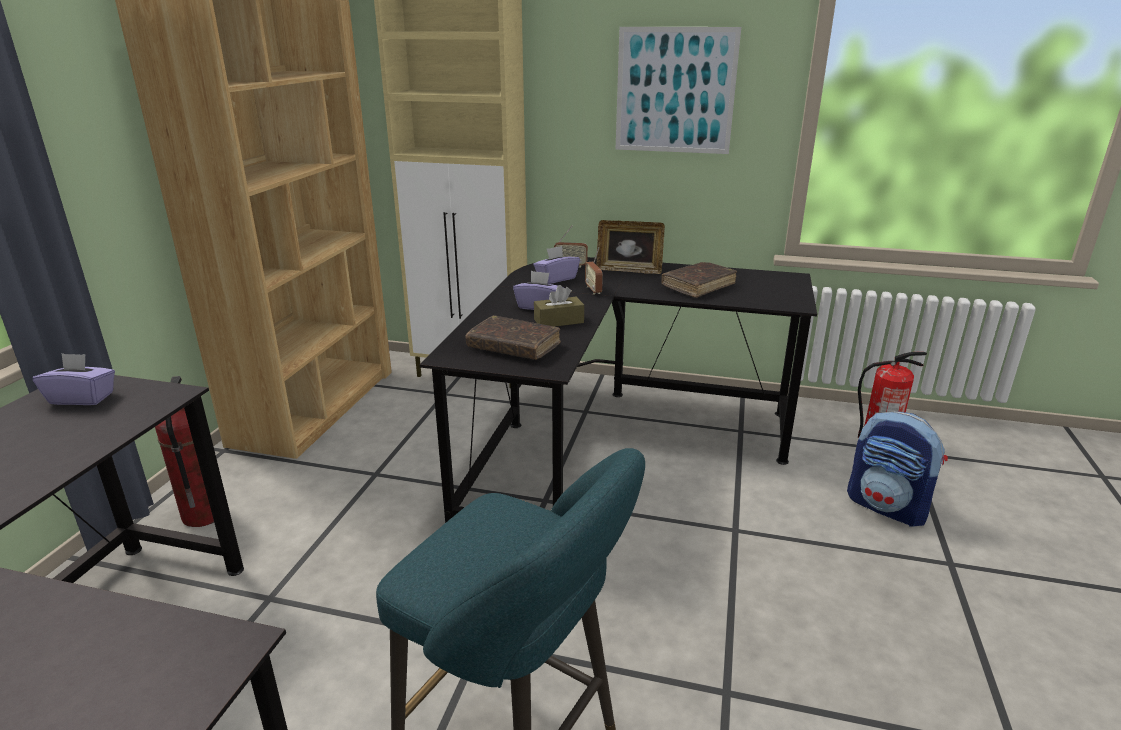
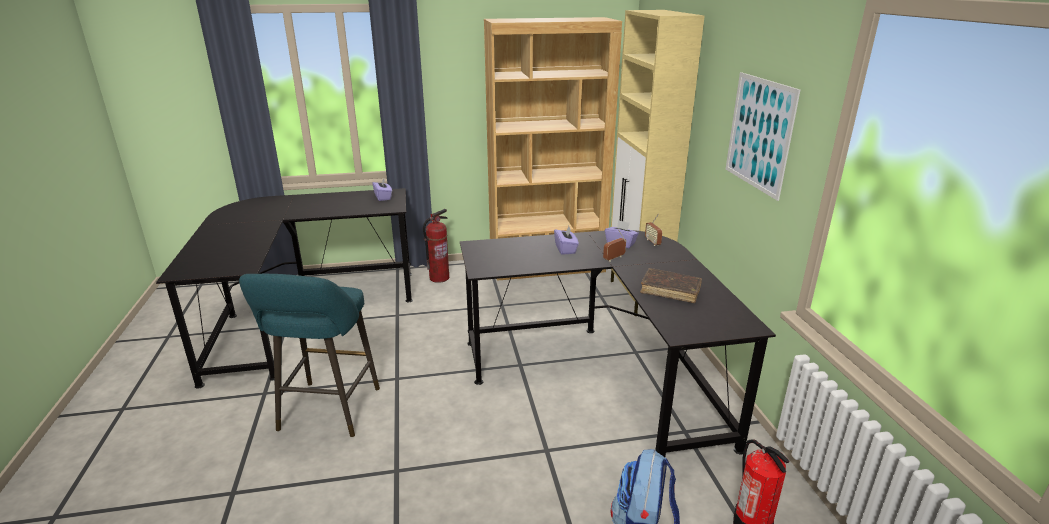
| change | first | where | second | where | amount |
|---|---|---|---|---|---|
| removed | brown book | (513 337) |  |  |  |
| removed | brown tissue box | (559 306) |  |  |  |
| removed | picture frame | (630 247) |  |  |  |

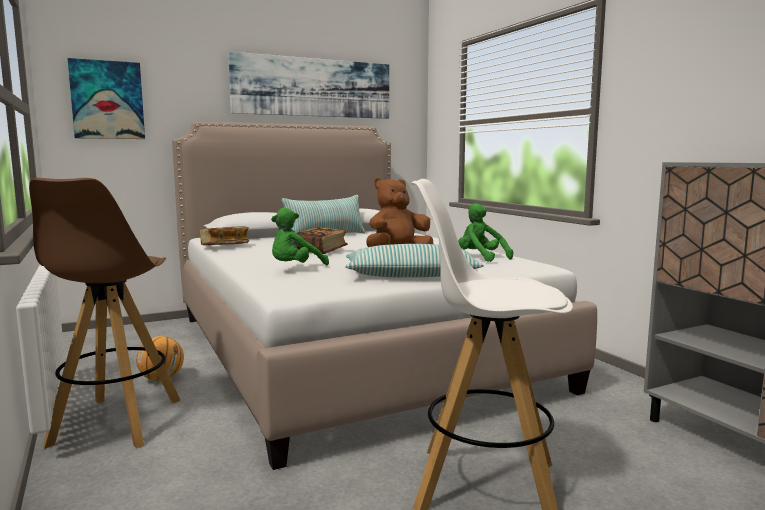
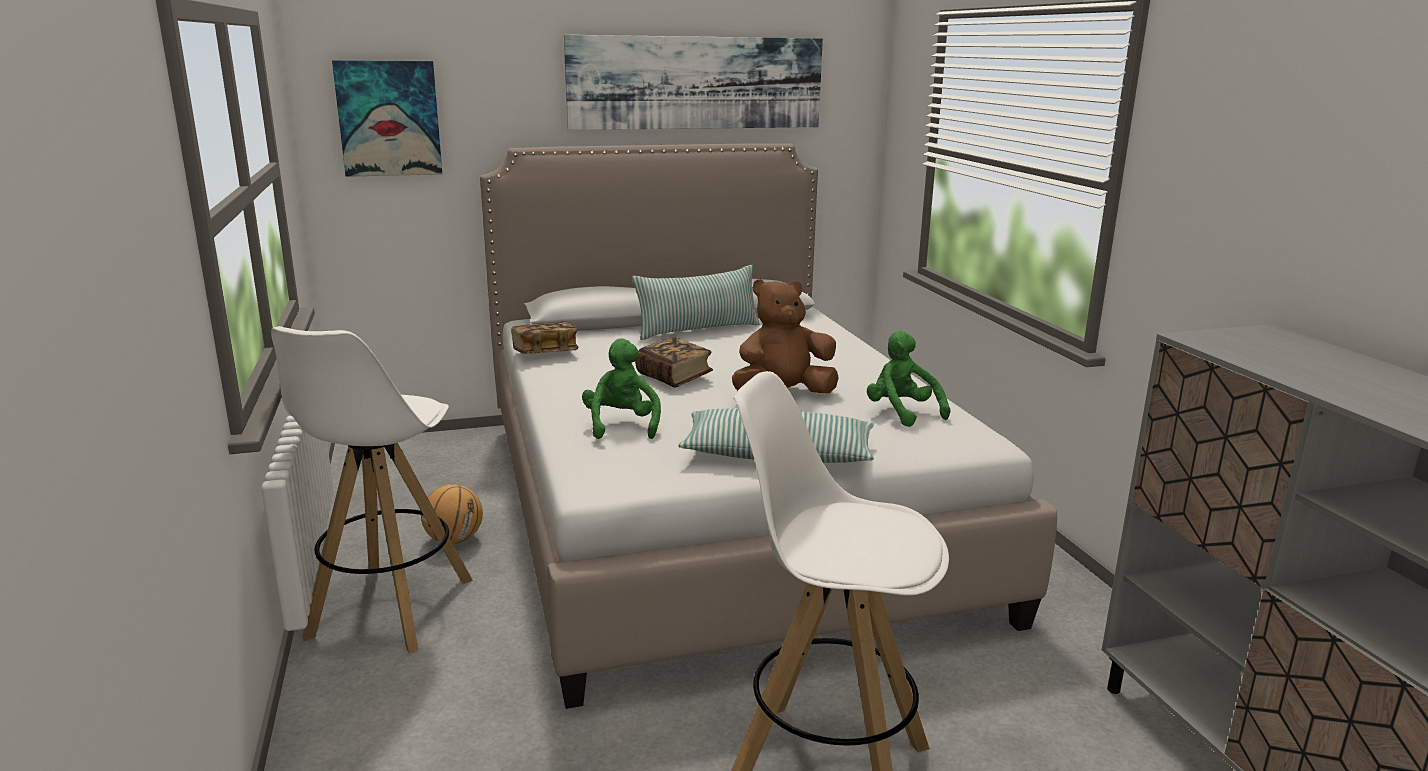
| change | first | where | second | where | amount |
|---|---|---|---|---|---|
| recoloured | brown stool | (105 313) | white stool | (372 490) |  |
| turned | green plush toy | (300 236) |  | (621 389) | 120 degrees clockwise |

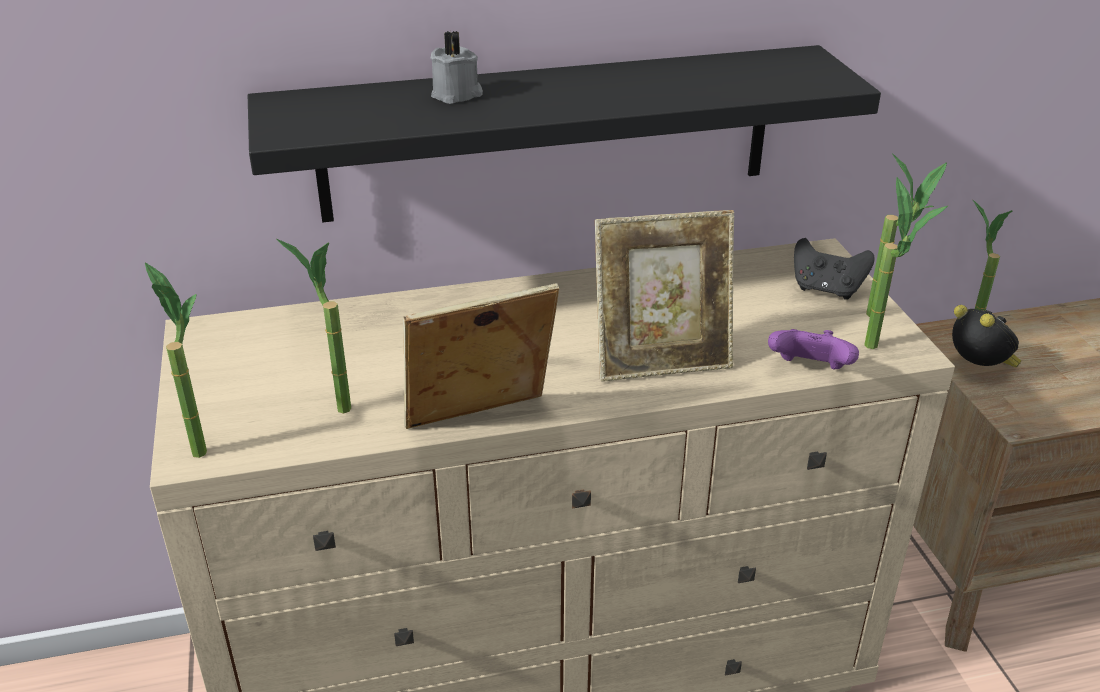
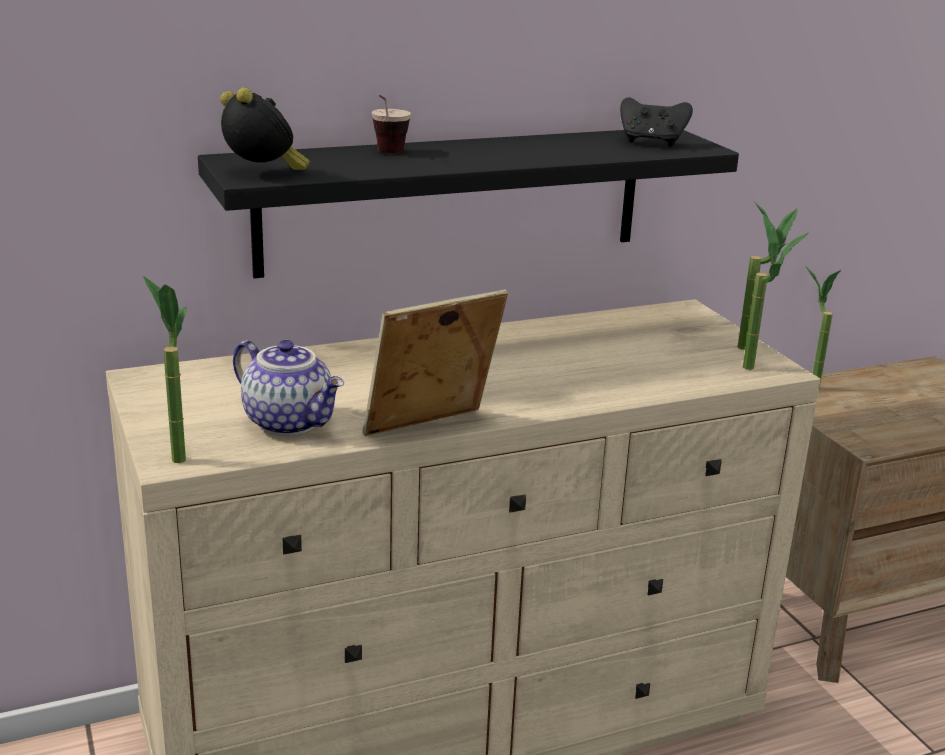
| change | first | where | second | where | amount |
|---|---|---|---|---|---|
| moved | alarm clock | (986 336) |  | (265 128) |  |
| replaced | potted plant | (313 326) | teapot | (288 388) |  |
| replaced | grey candle | (457 67) | cup | (391 124) |  |
| moved | black game controller | (834 269) |  | (656 122) |  |
| removed | picture frame | (664 296) |  |  |  |
| removed | purple game controller | (813 349) |  |  |  |

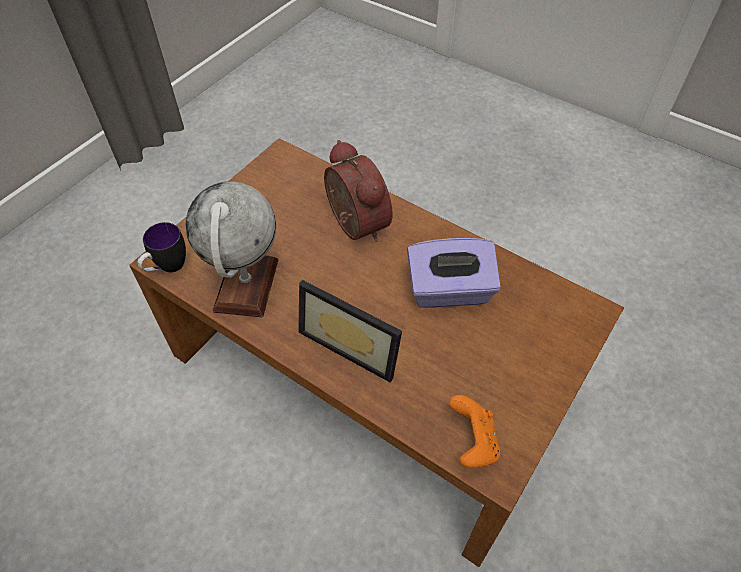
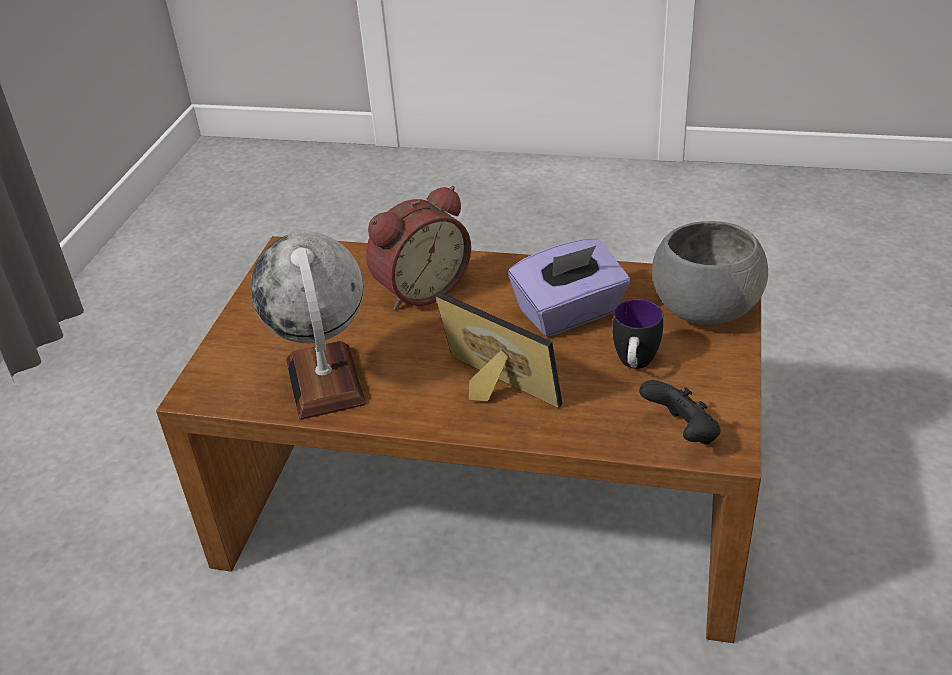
| change | first | where | second | where | amount |
|---|---|---|---|---|---|
| turned | alarm clock | (358 191) |  | (418 248) | 105 degrees clockwise |
| turned | picture frame | (350 331) |  | (498 350) | 150 degrees counterclockwise |
| moved | mug | (161 247) |  | (637 334) |  |
| recoloured | orange game controller | (474 431) | black game controller | (680 412) |  |
| added |  |  | grey bowl | (710 273) |  |

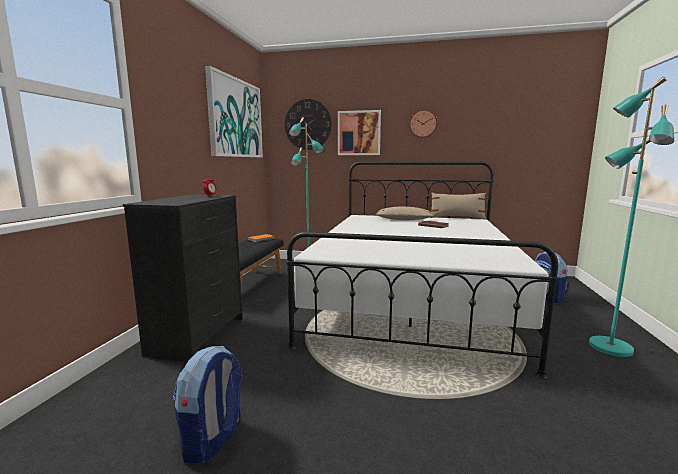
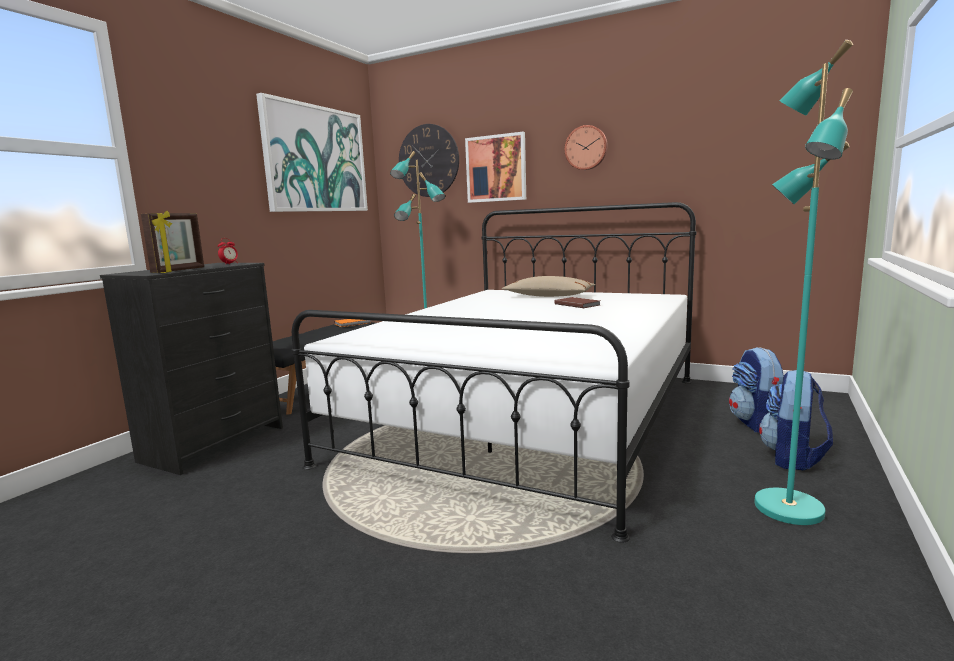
| change | first | where | second | where | amount |
|---|---|---|---|---|---|
| added |  |  | picture frame | (172 242) |  |
| moved | backpack | (207 404) |  | (796 420) |  |
| removed | beige pillow | (458 206) |  |  |  |

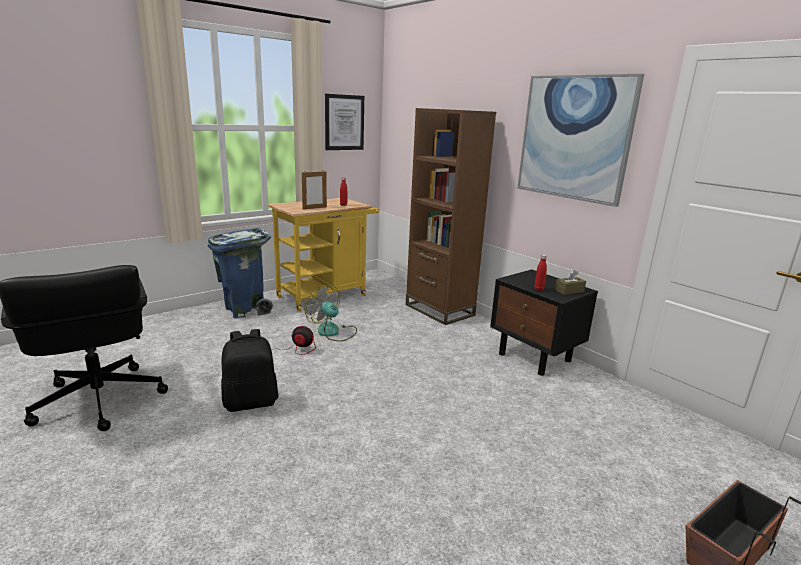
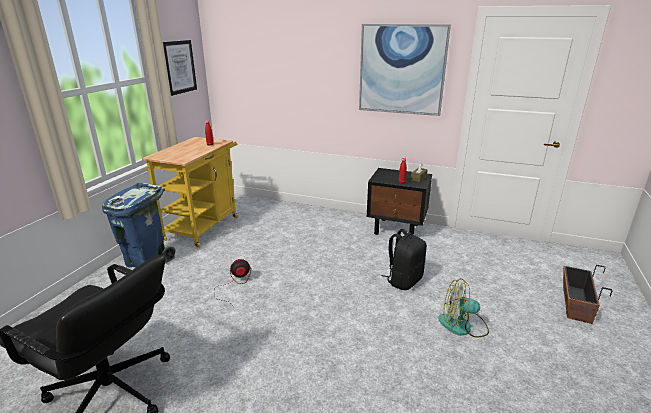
| change | first | where | second | where | amount |
|---|---|---|---|---|---|
| moved | black backpack | (250 370) |  | (404 259) |  |
| moved | fan | (330 313) |  | (464 308) |  |
| removed | picture frame | (314 190) |  |  |  |
| removed | brown bookcase | (451 216) |  |  |  |

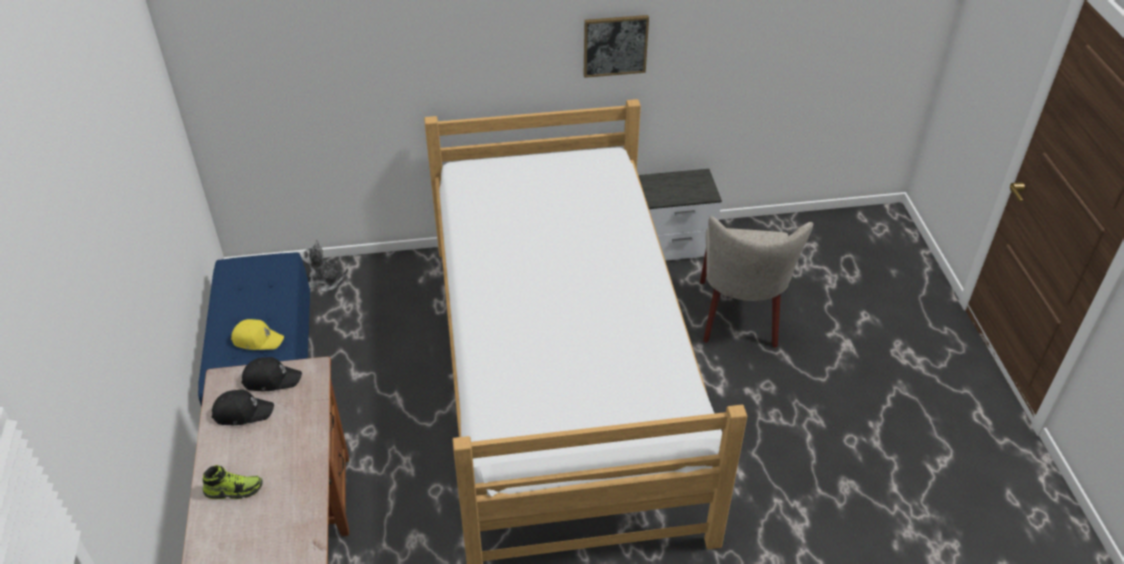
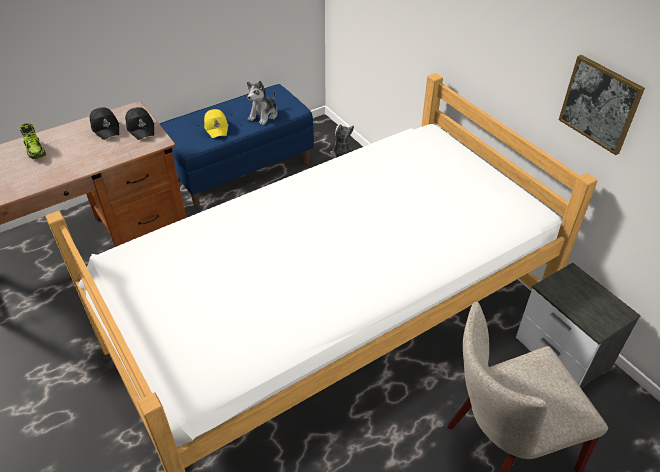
| change | first | where | second | where | amount |
|---|---|---|---|---|---|
| added |  |  | plush toy | (262 102) |  |

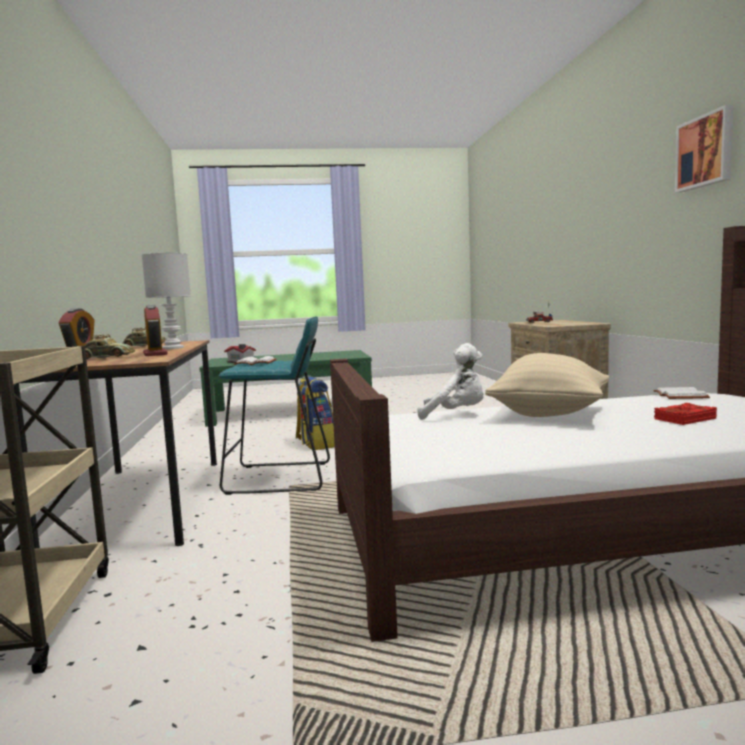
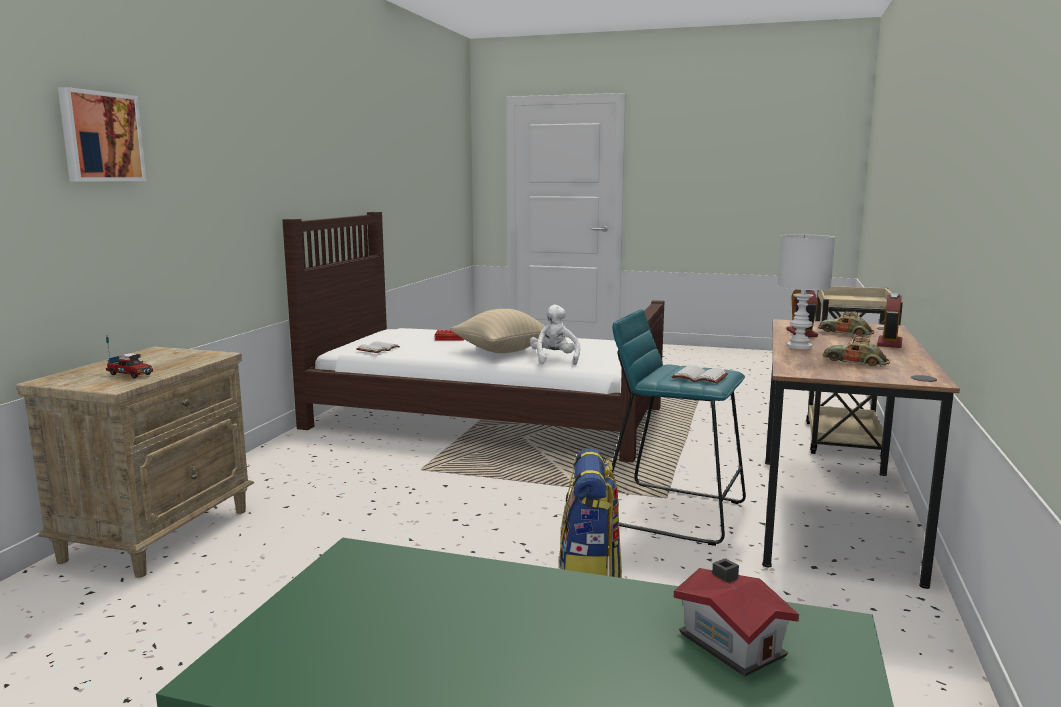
| change | first | where | second | where | amount |
|---|---|---|---|---|---|
| moved | picture | (704 149) |  | (102 134) |  |
| turned | white plush toy | (450 381) |  | (555 335) | 45 degrees clockwise |

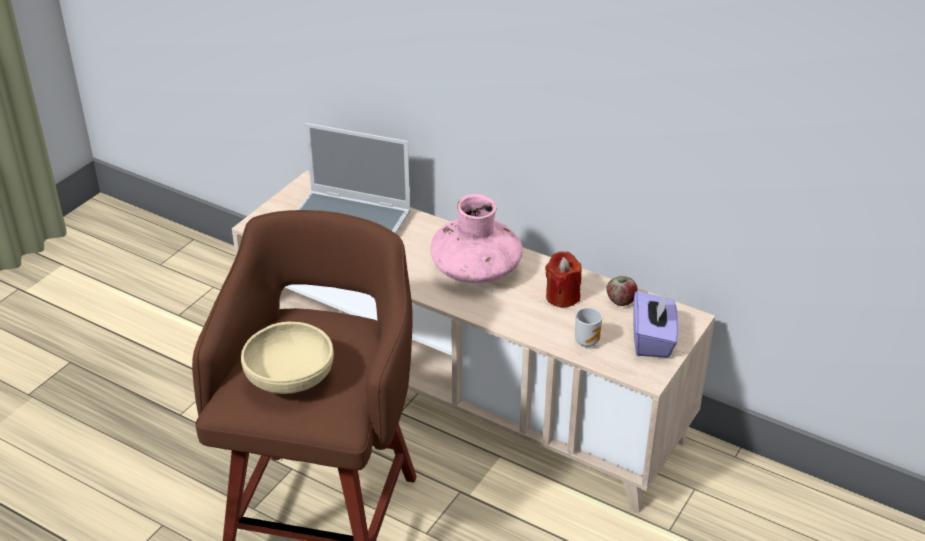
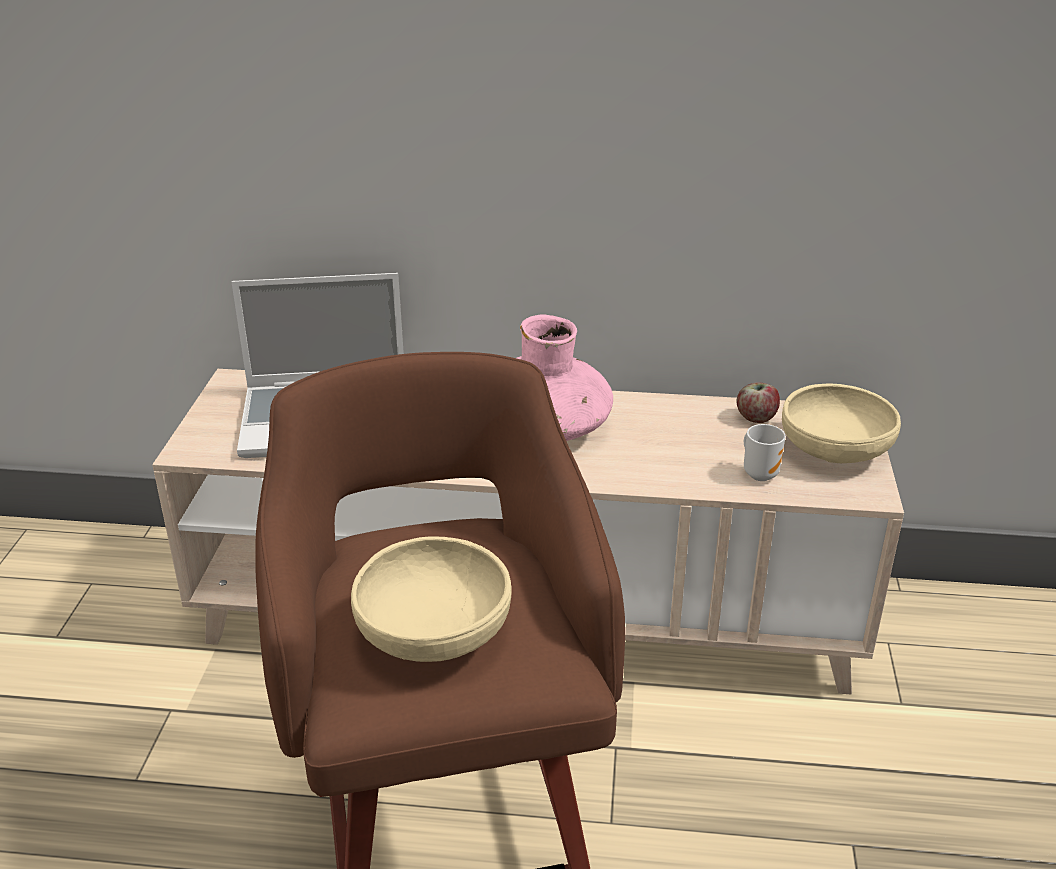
| change | first | where | second | where | amount |
|---|---|---|---|---|---|
| replaced | purple tissue box | (656 324) | beige bowl | (841 423) |  |
| removed | red candle | (563 279) |  |  |  |

